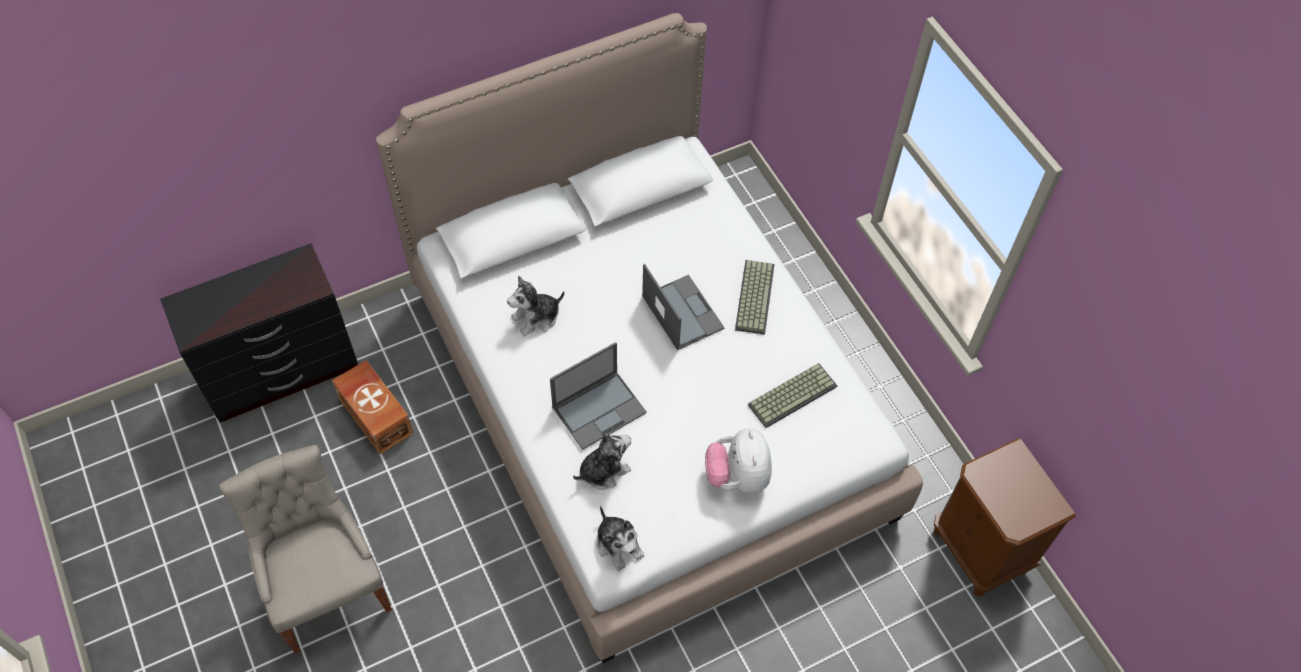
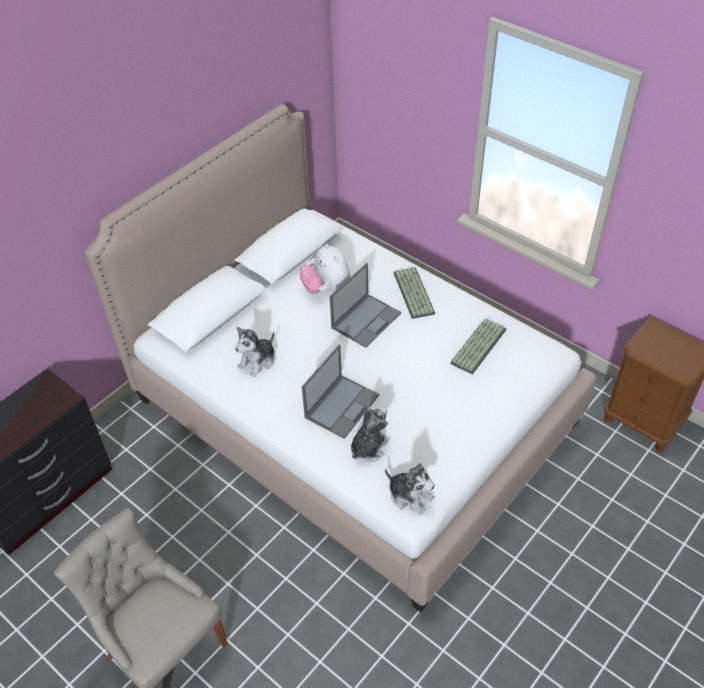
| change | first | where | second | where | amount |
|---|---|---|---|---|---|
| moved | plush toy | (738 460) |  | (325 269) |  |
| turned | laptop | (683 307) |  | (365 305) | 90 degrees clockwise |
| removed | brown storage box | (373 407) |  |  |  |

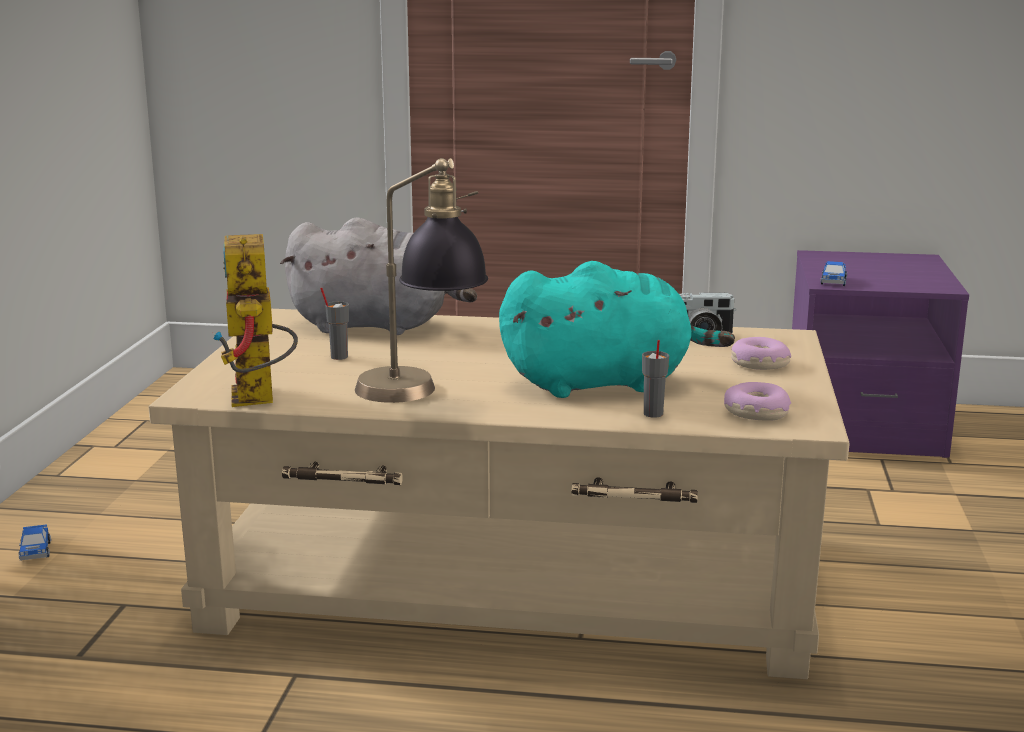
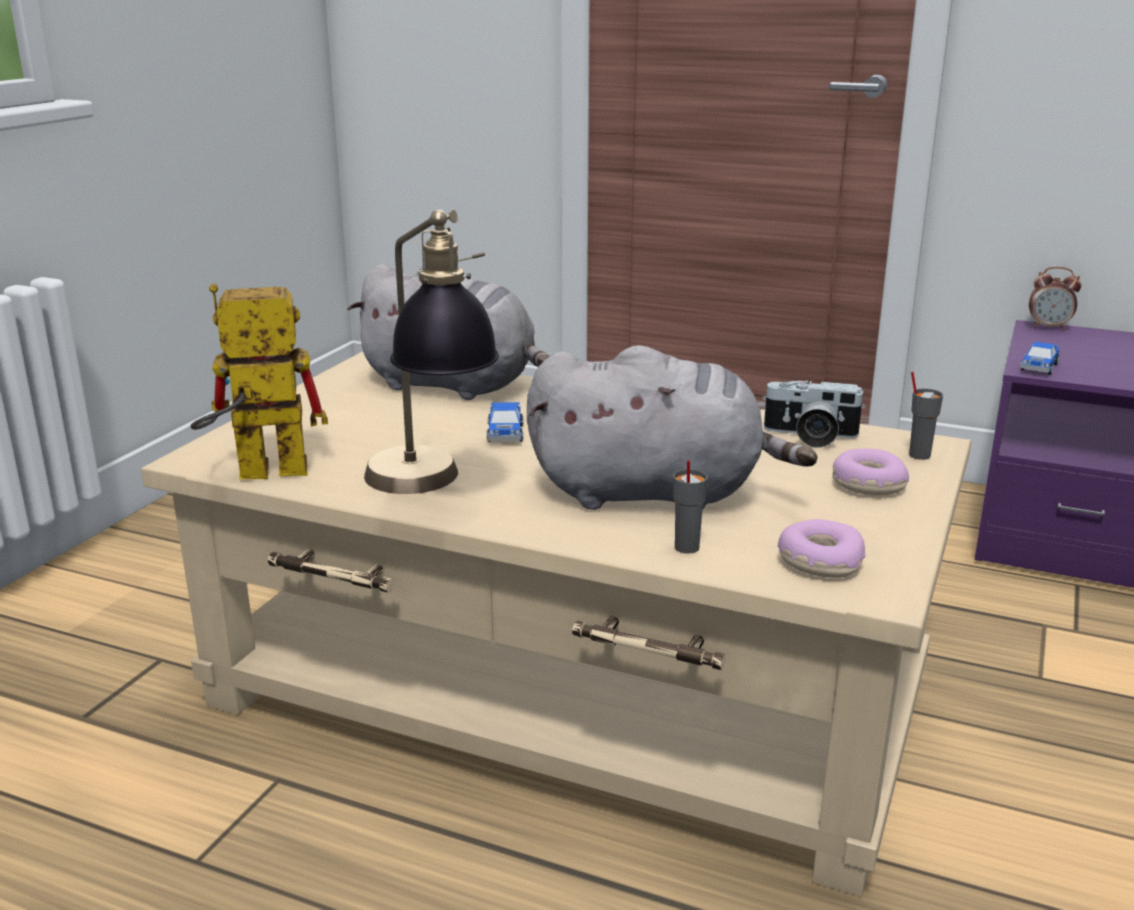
| change | first | where | second | where | amount |
|---|---|---|---|---|---|
| turned | toy robot | (255 320) |  | (259 381) | 75 degrees clockwise |
| moved | toy car | (35 542) |  | (505 422) |  |
| recoloured | turquoise plush toy | (617 329) | grey plush toy | (672 427) |  |
| moved | grey cup | (334 323) |  | (926 416) |  |
| added |  |  | alarm clock | (1055 299) |  |

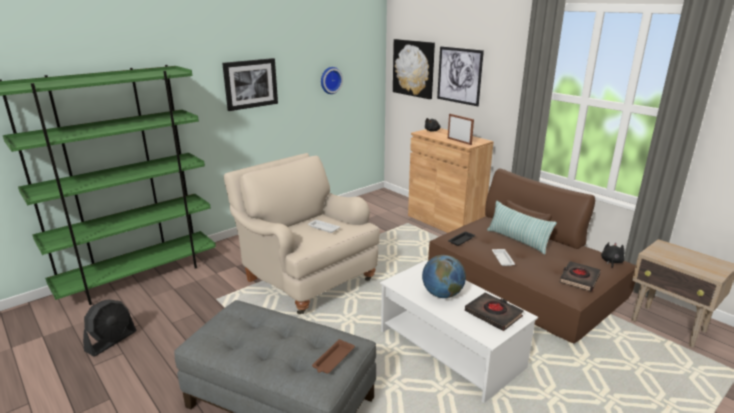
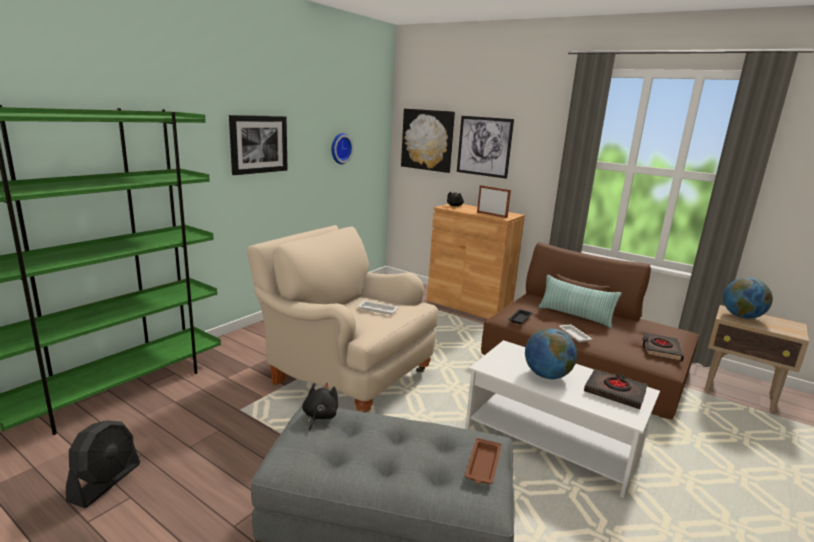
| change | first | where | second | where | amount |
|---|---|---|---|---|---|
| moved | black plush toy | (613 255) |  | (320 407) |  |
| added |  |  | globe | (748 298) |  |

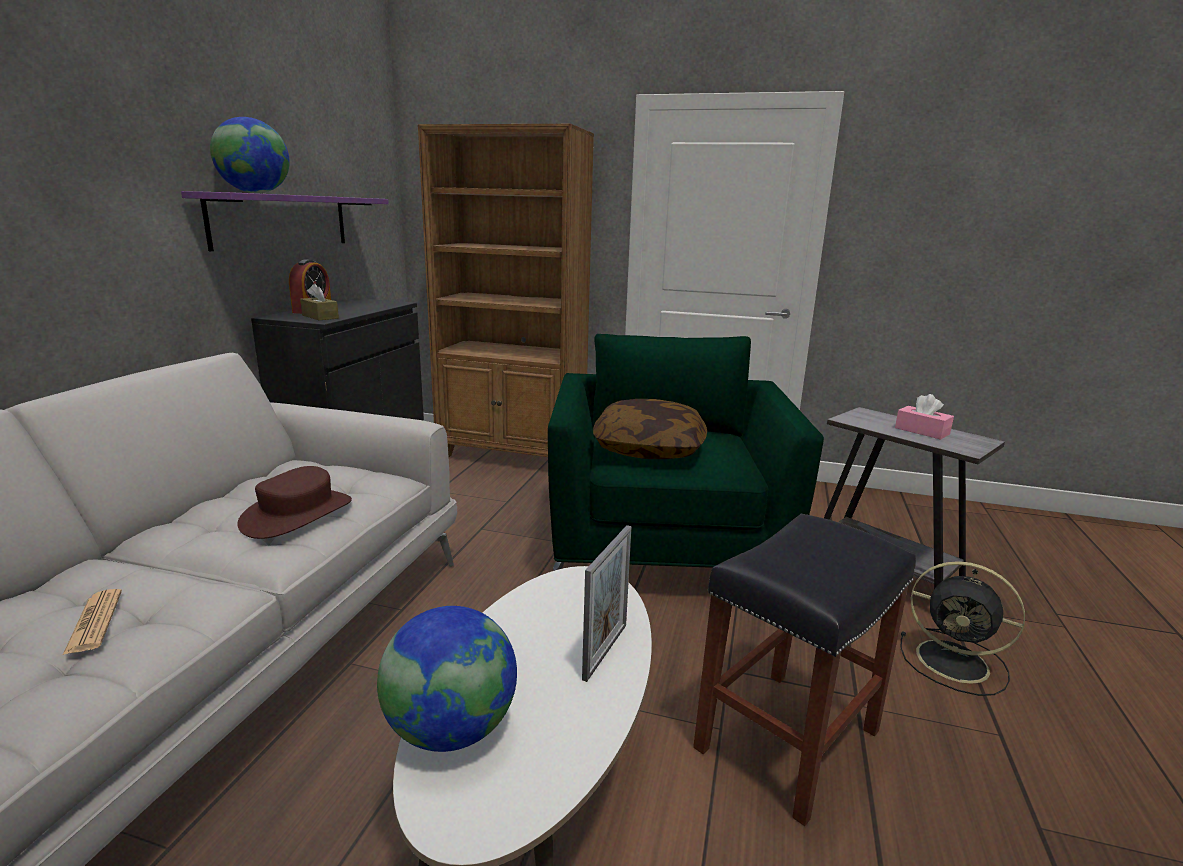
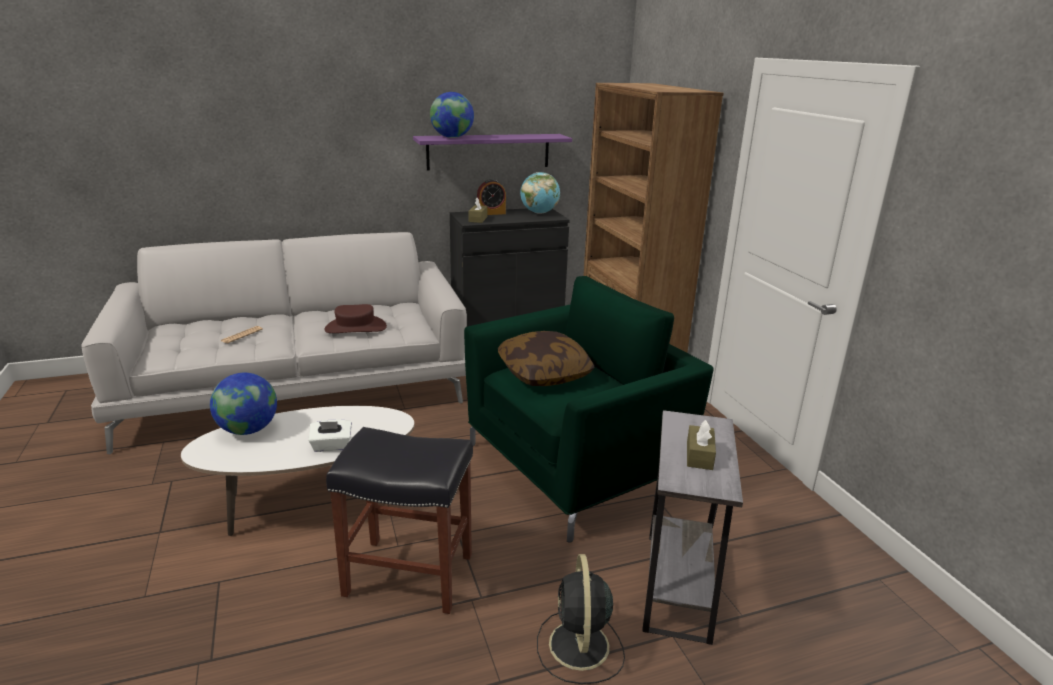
| change | first | where | second | where | amount |
|---|---|---|---|---|---|
| replaced | picture frame | (606 603) | white tissue box | (330 435) |  |
| added |  |  | globe | (540 193) |  |
| recoloured | pink tissue box | (924 417) | brown tissue box | (701 445) |  |

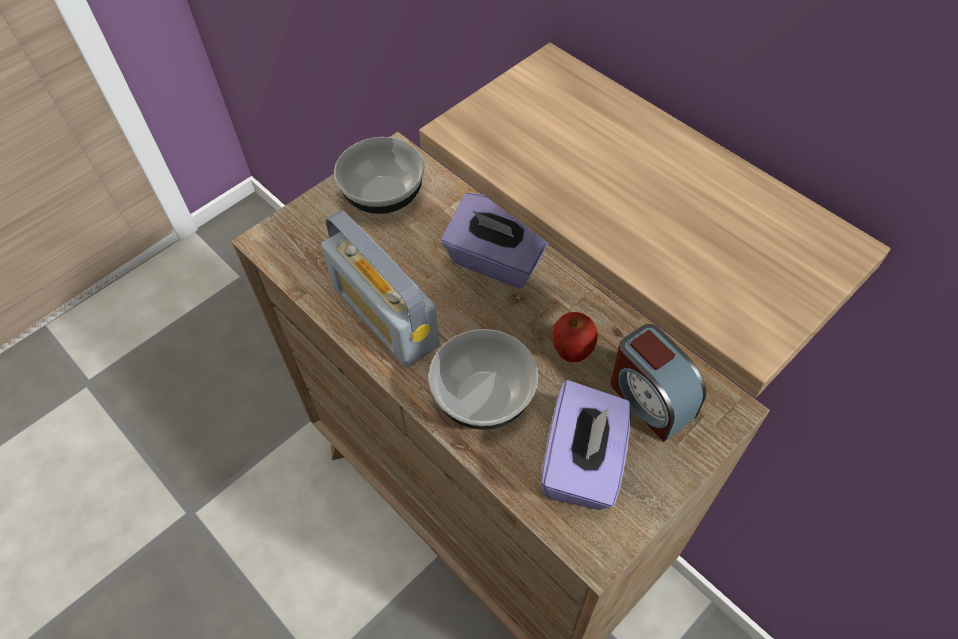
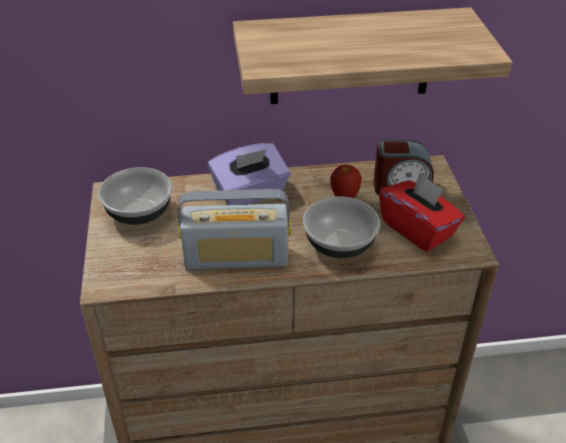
| change | first | where | second | where | amount |
|---|---|---|---|---|---|
| recoloured | purple tissue box | (586 445) | red tissue box | (422 212) |  |

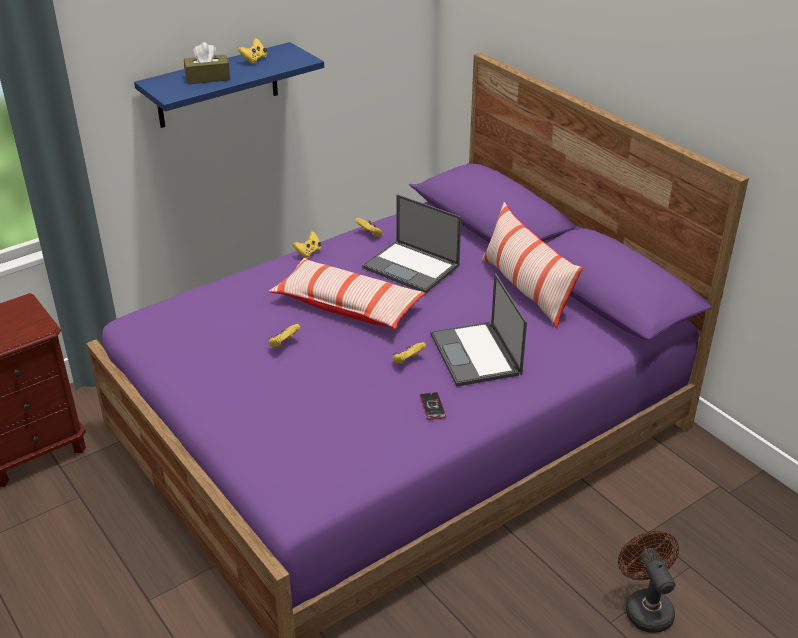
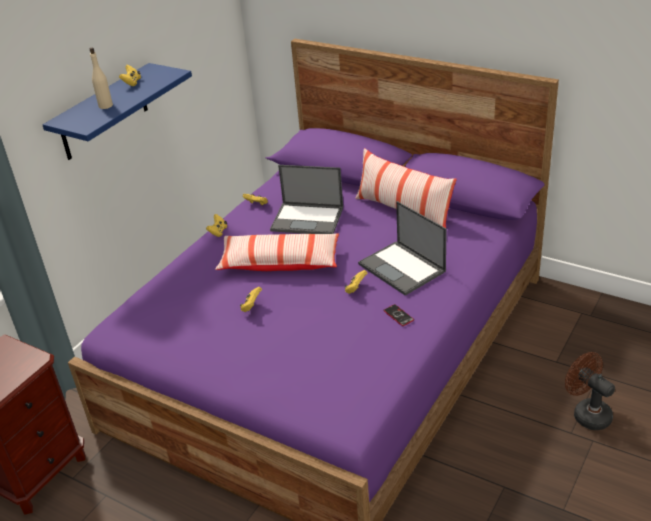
| change | first | where | second | where | amount |
|---|---|---|---|---|---|
| replaced | brown tissue box | (207 63) | beige bottle | (101 78) |  |

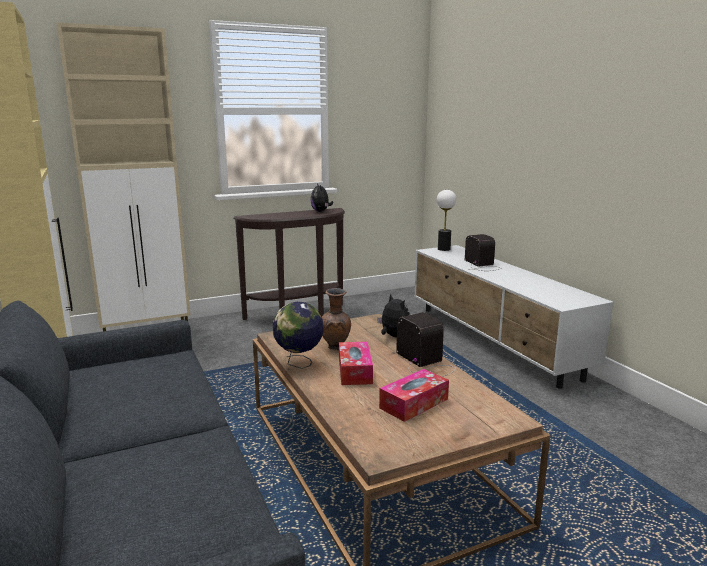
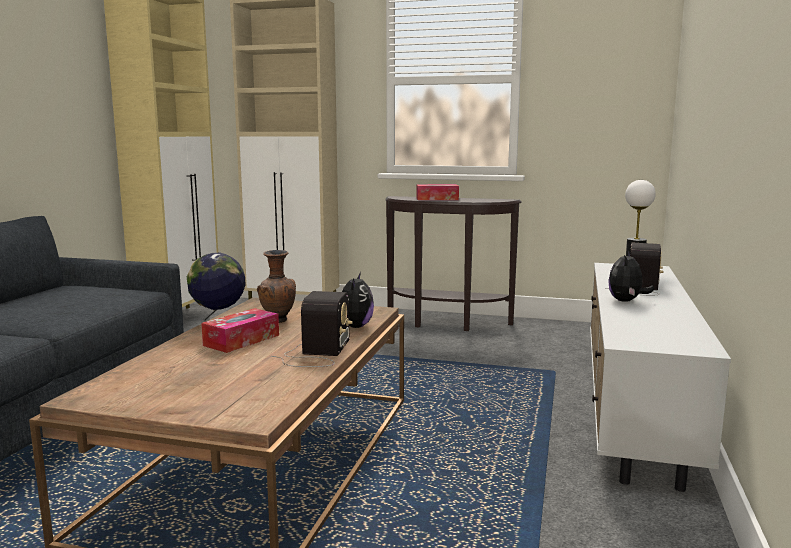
| change | first | where | second | where | amount |
|---|---|---|---|---|---|
| moved | tissue box | (414 395) |  | (437 192) |  |
| moved | plush toy | (322 197) |  | (631 276) |  |

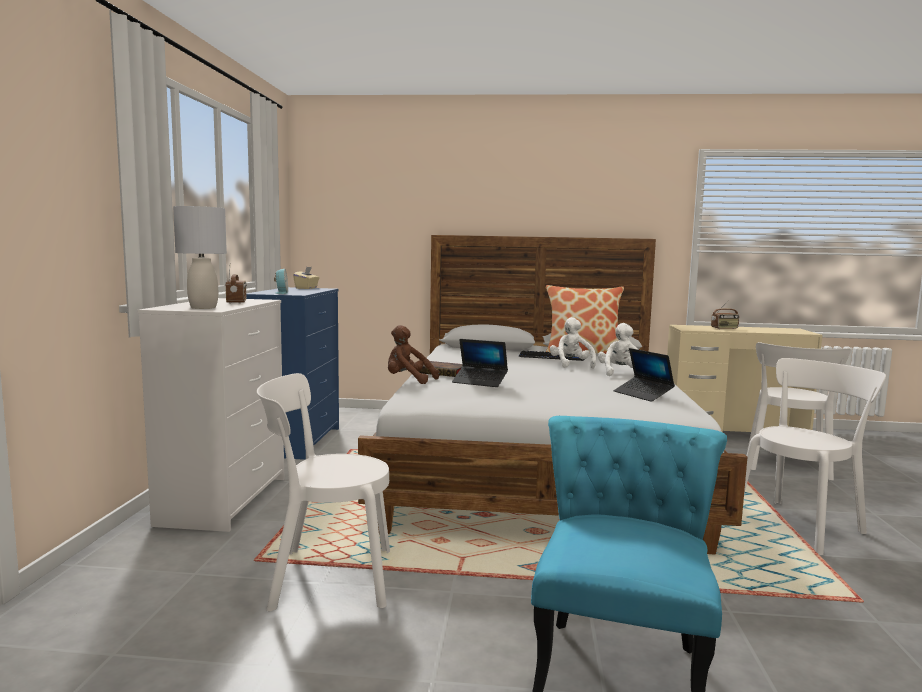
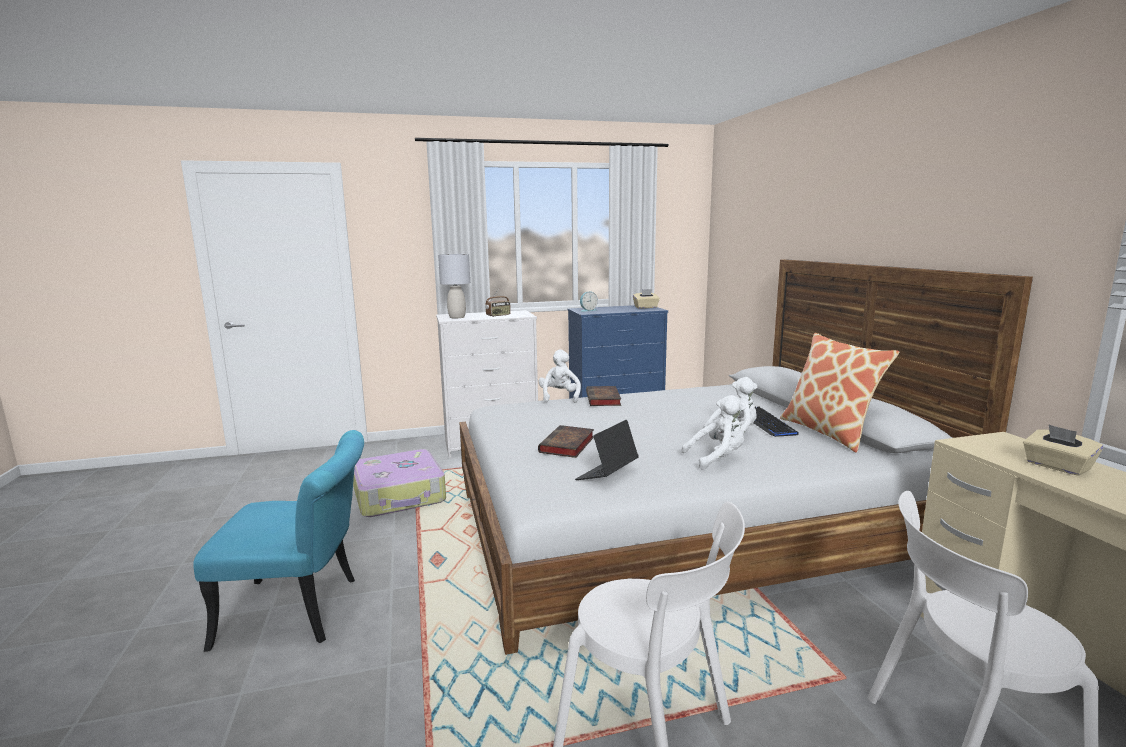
| change | first | where | second | where | amount |
|---|---|---|---|---|---|
| replaced | white chair | (323 492) | suitcase | (399 483) |  |
| recoloured | brown plush toy | (413 354) | white plush toy | (559 376) |  |
| added |  |  | book | (566 441) |  |
| replaced | radio | (725 314) | beige tissue box | (1063 450) |  |
| removed | laptop | (480 363) |  |  |  |

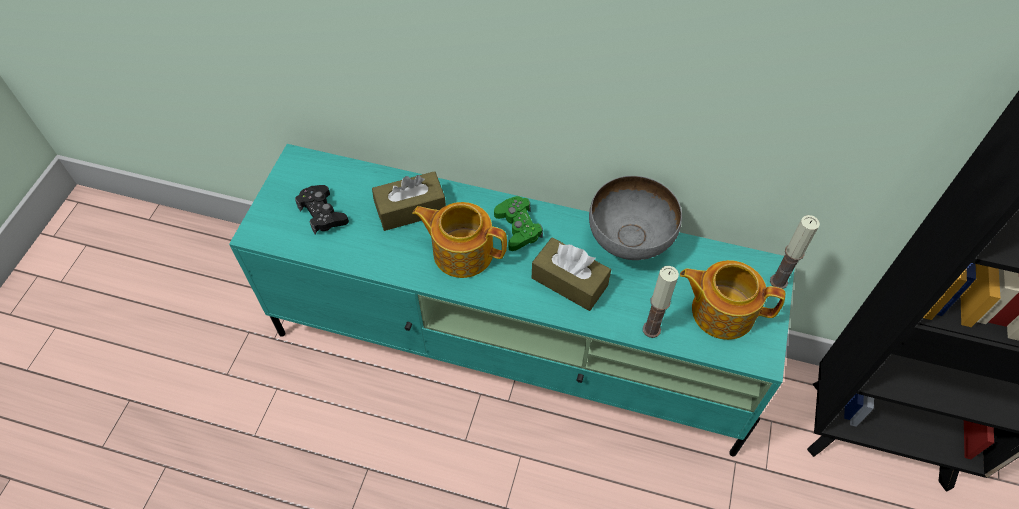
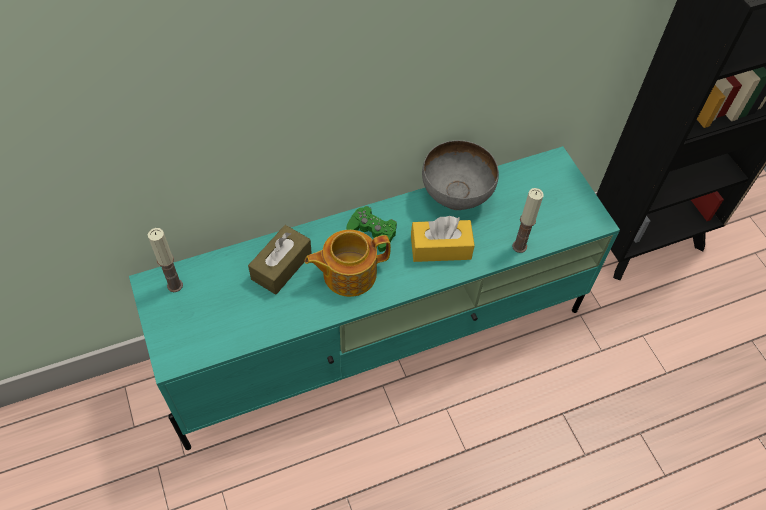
| change | first | where | second | where | amount |
|---|---|---|---|---|---|
| moved | candle | (795 252) |  | (165 260) |  |
| recoloured | brown tissue box | (571 274) | yellow tissue box | (443 239) |  |
| removed | black game controller | (322 209) |  |  |  |
| removed | teapot | (732 300) |  |  |  |

